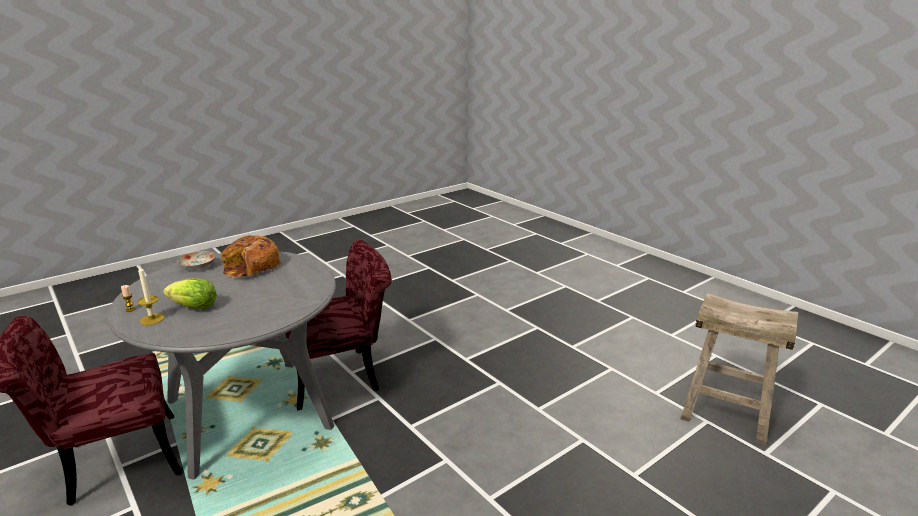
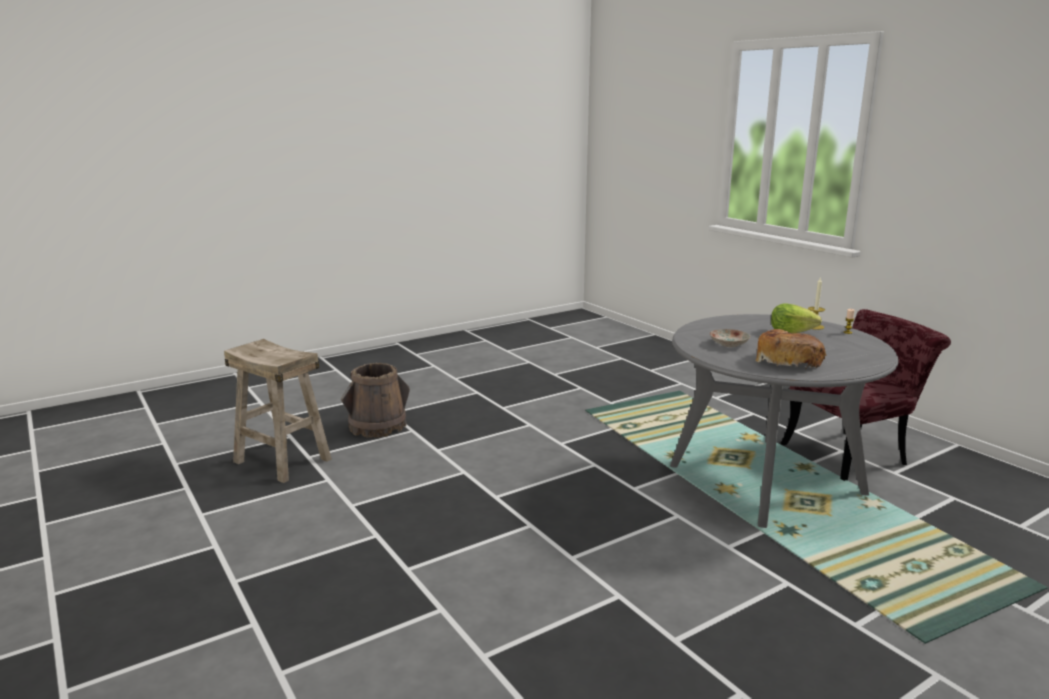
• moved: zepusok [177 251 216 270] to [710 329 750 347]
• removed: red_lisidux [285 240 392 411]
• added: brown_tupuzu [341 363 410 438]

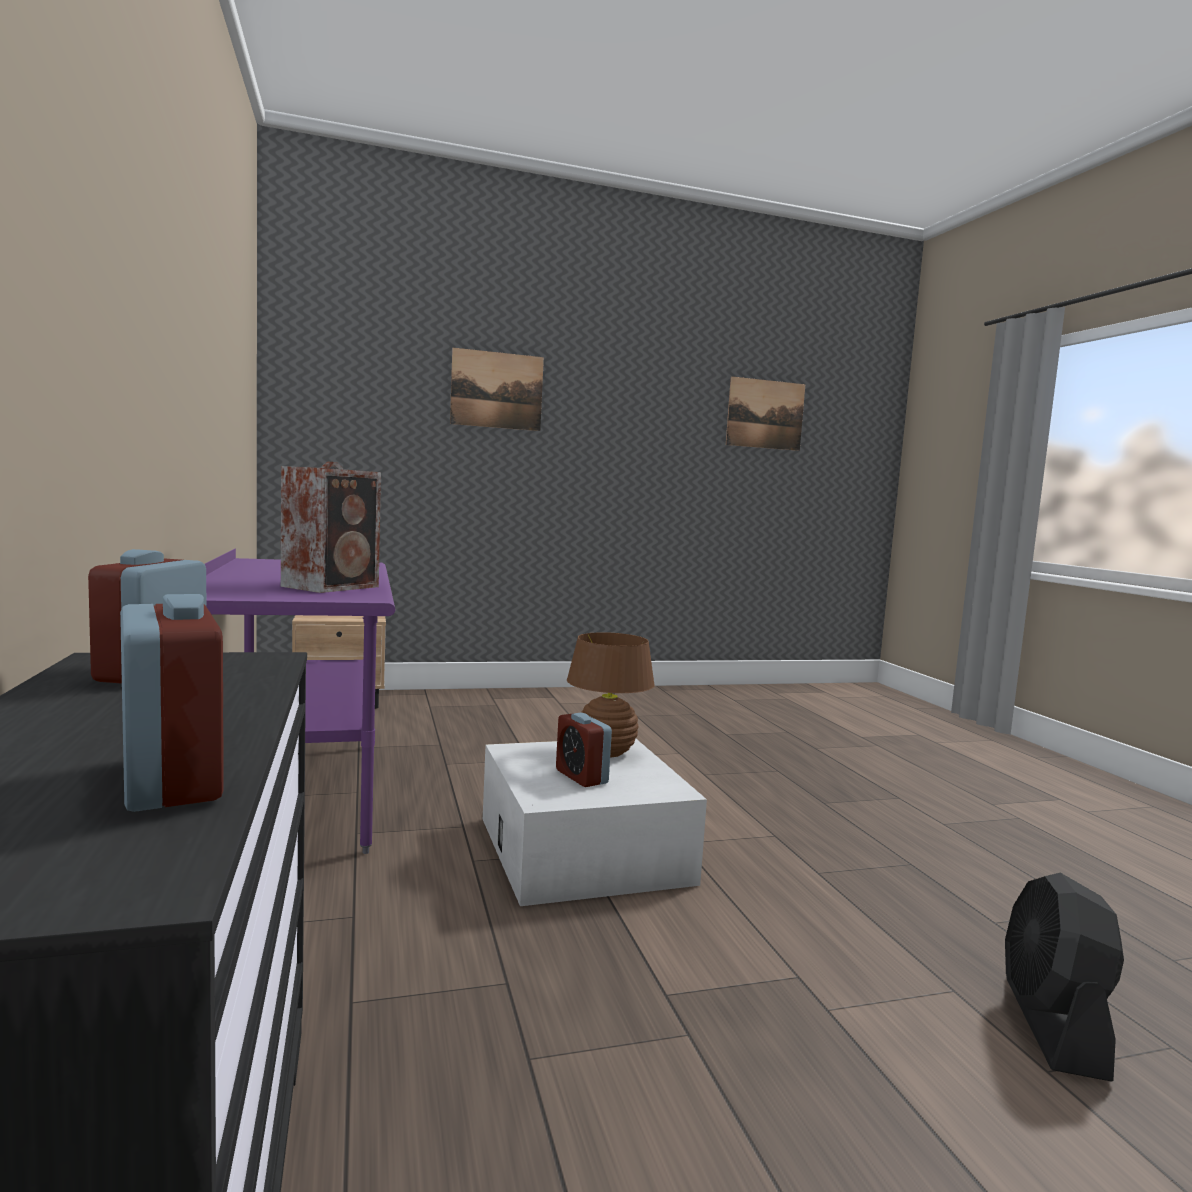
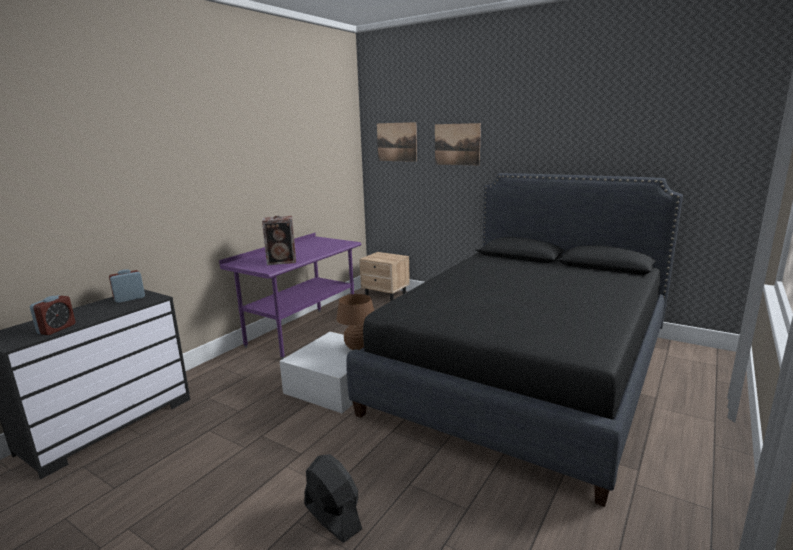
• removed: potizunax [556 713 612 787]
• moved: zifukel [726 376 806 451] to [377 122 417 162]
• turned: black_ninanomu [1005 873 1124 1081] = [304 454 362 543] 75 degrees clockwise
• added: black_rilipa [346 173 683 507]

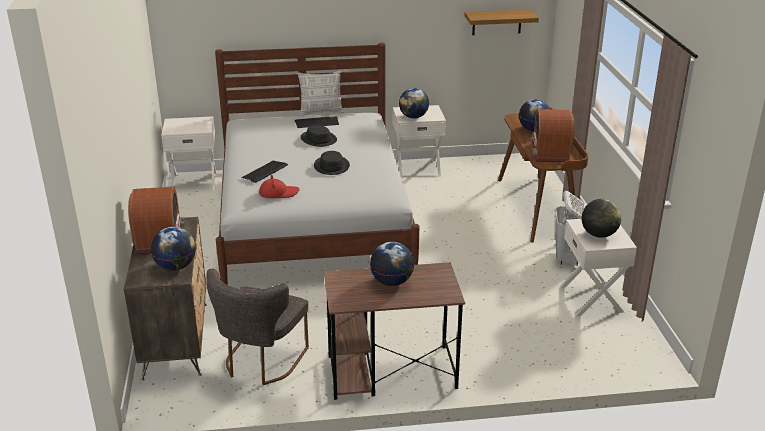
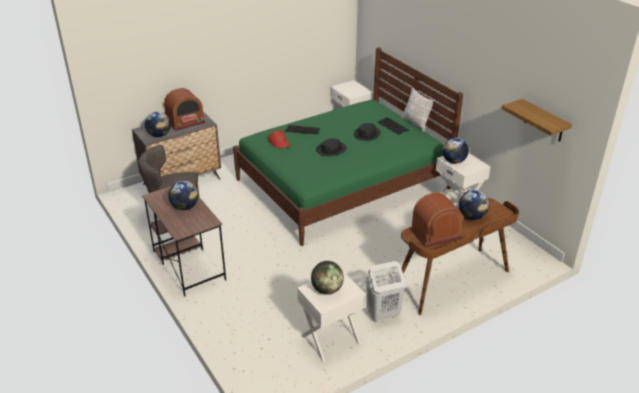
• recoloured: white_rilipa [215 42 419 285] to green_rilipa [233 47 463 246]

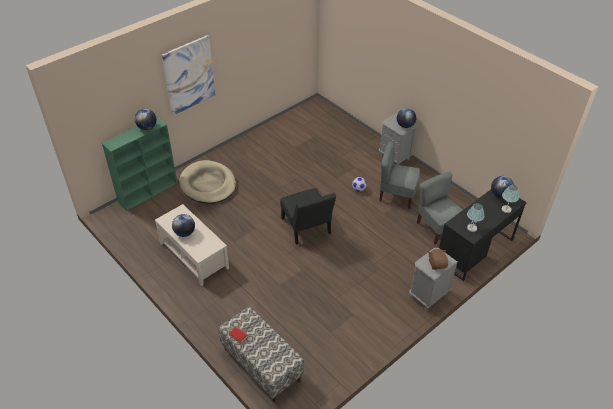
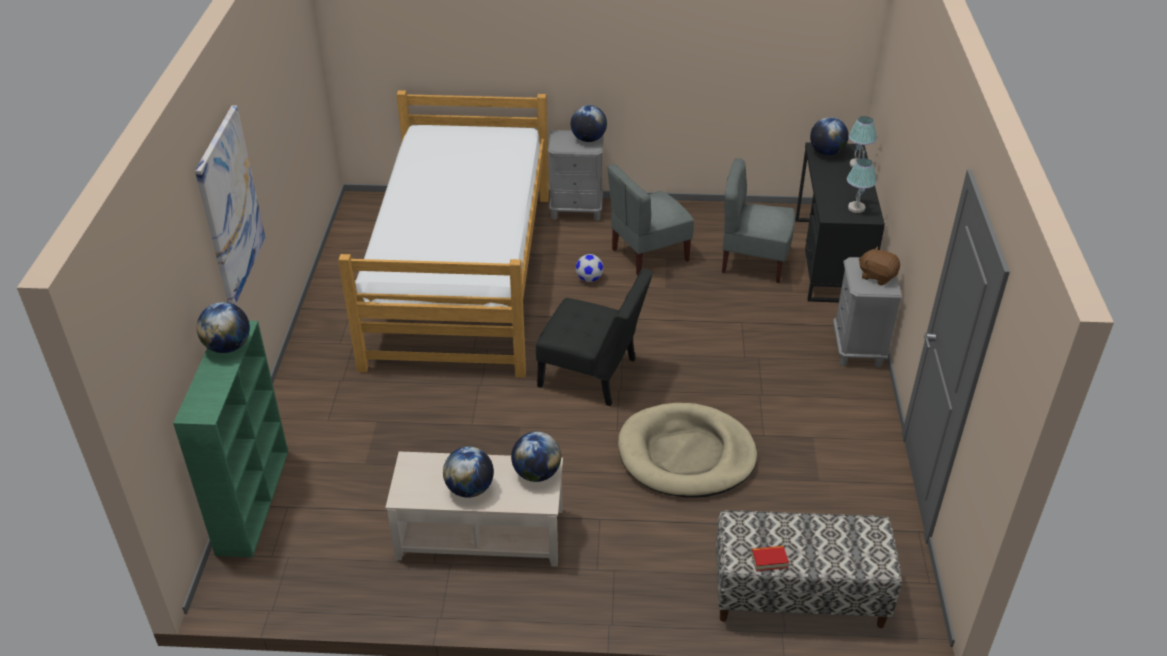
• moved: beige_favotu [179 160 236 204] to [618 403 757 497]
• added: rilipa [338 90 549 378]
• added: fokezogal [511 431 561 482]

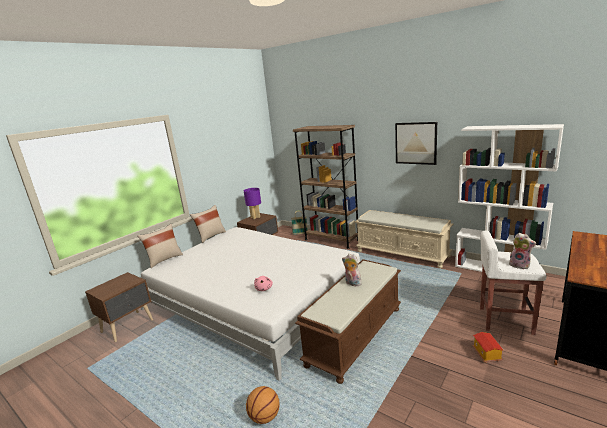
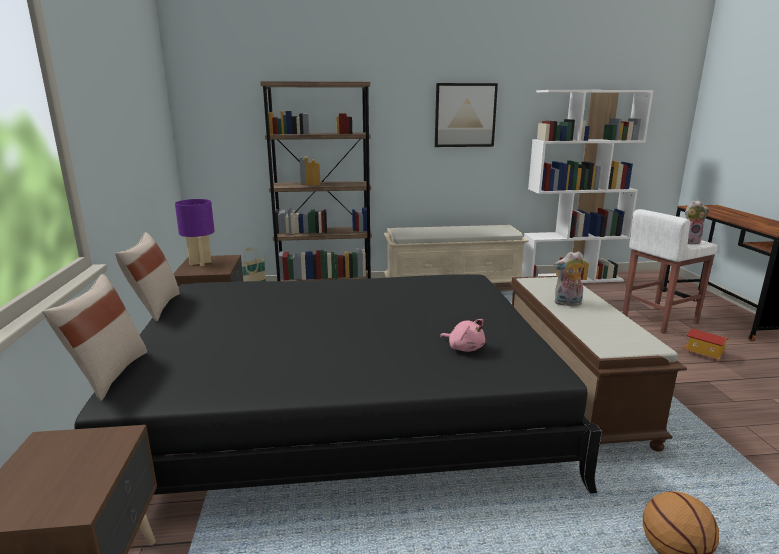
• recoloured: white_rilipa [141 227 360 381] to black_rilipa [75 274 602 495]

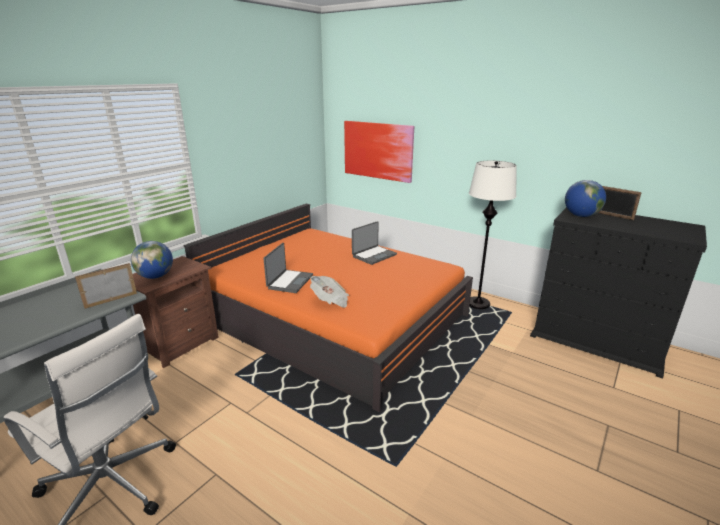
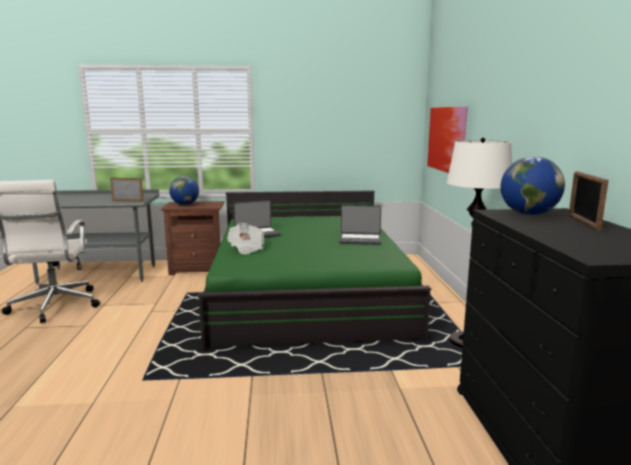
• recoloured: orange_rilipa [184 204 473 412] to green_rilipa [198 190 431 352]

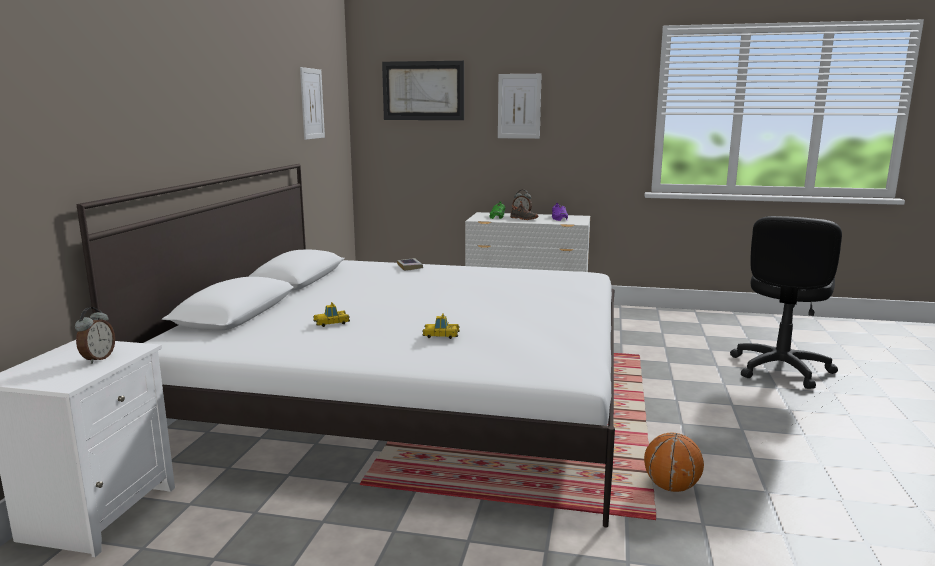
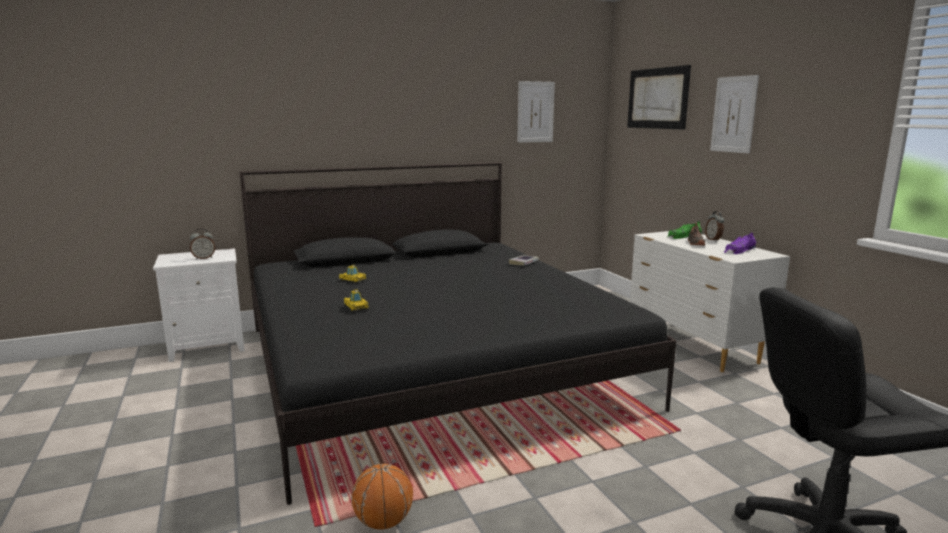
• recoloured: white_rilipa [77 164 615 527] to black_rilipa [239 162 676 505]

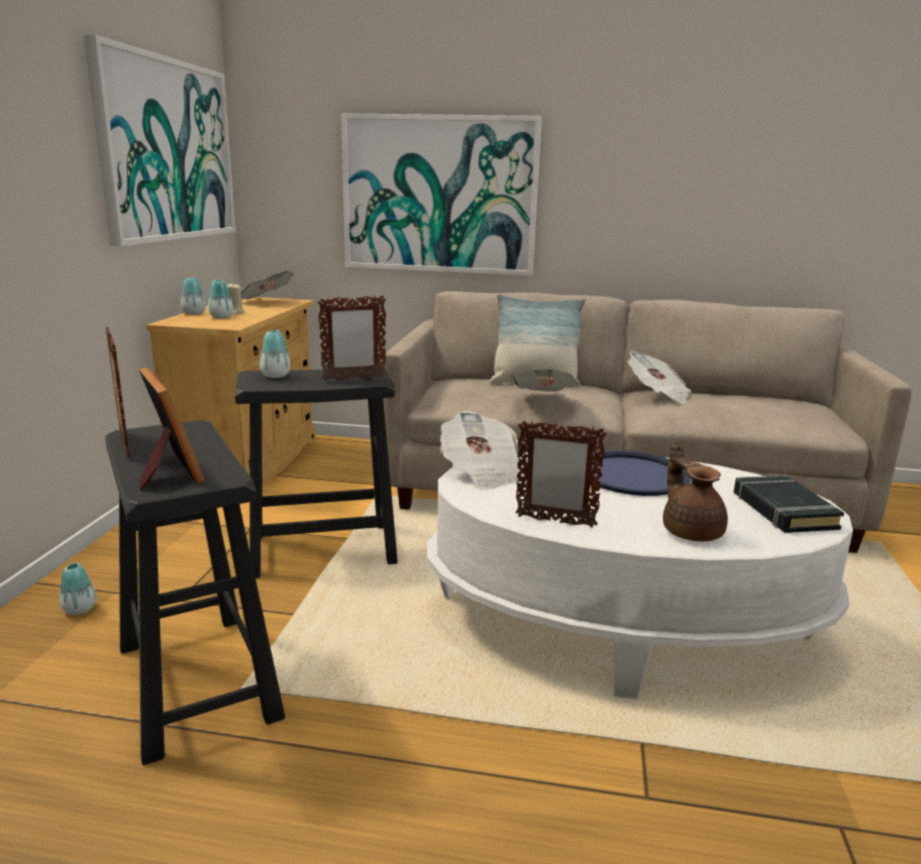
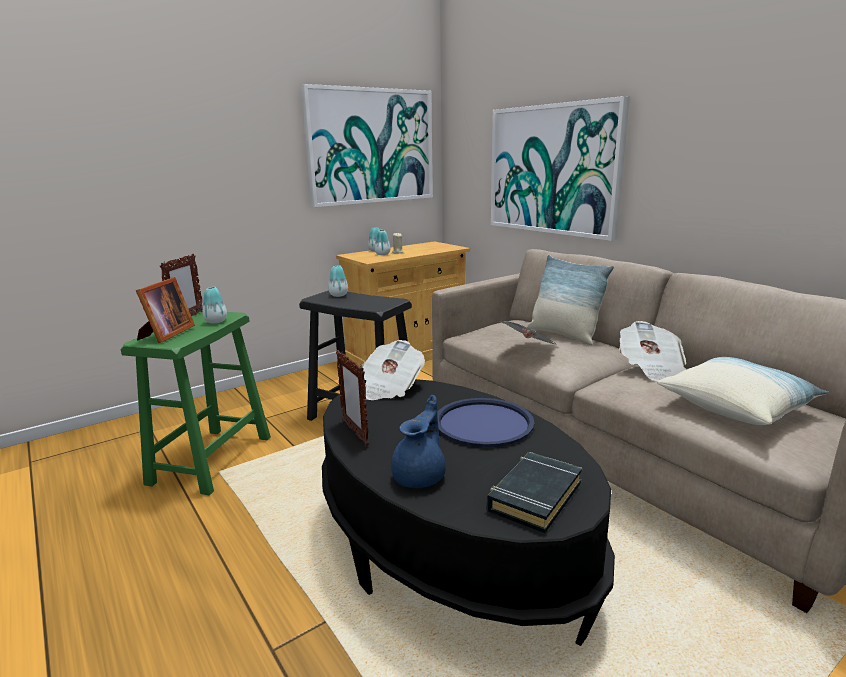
• moved: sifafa [59 563 96 615] to [203 287 227 323]
• recoloured: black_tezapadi [105 420 285 765] to green_tezapadi [121 312 271 495]
• removed: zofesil [241 271 294 299]
• removed: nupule [317 295 386 381]
• recoloured: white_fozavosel [427 452 853 699] to black_fozavosel [322 379 615 646]
• recoloured: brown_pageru [663 440 728 542] to blue_pageru [391 395 446 488]
• added: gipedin [657 357 829 425]

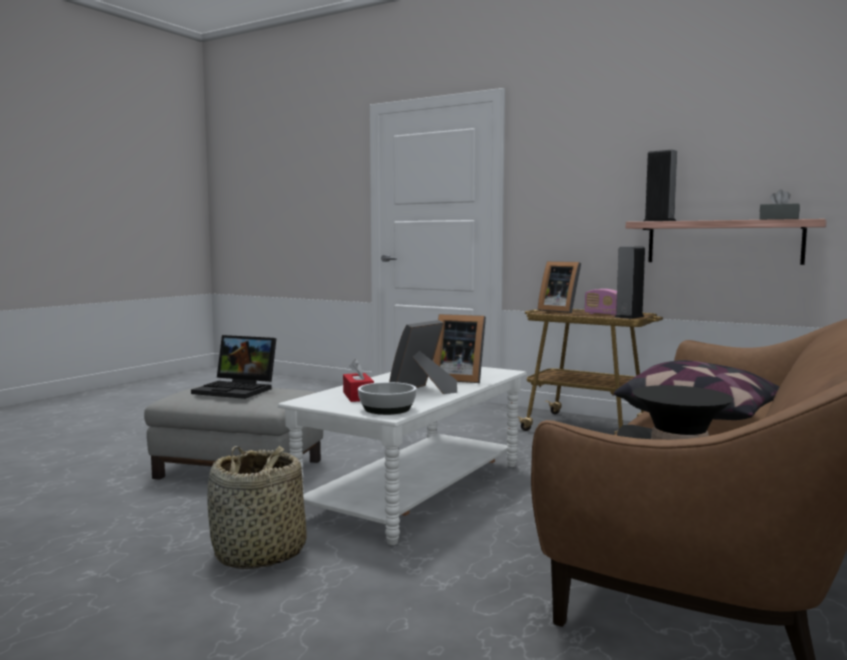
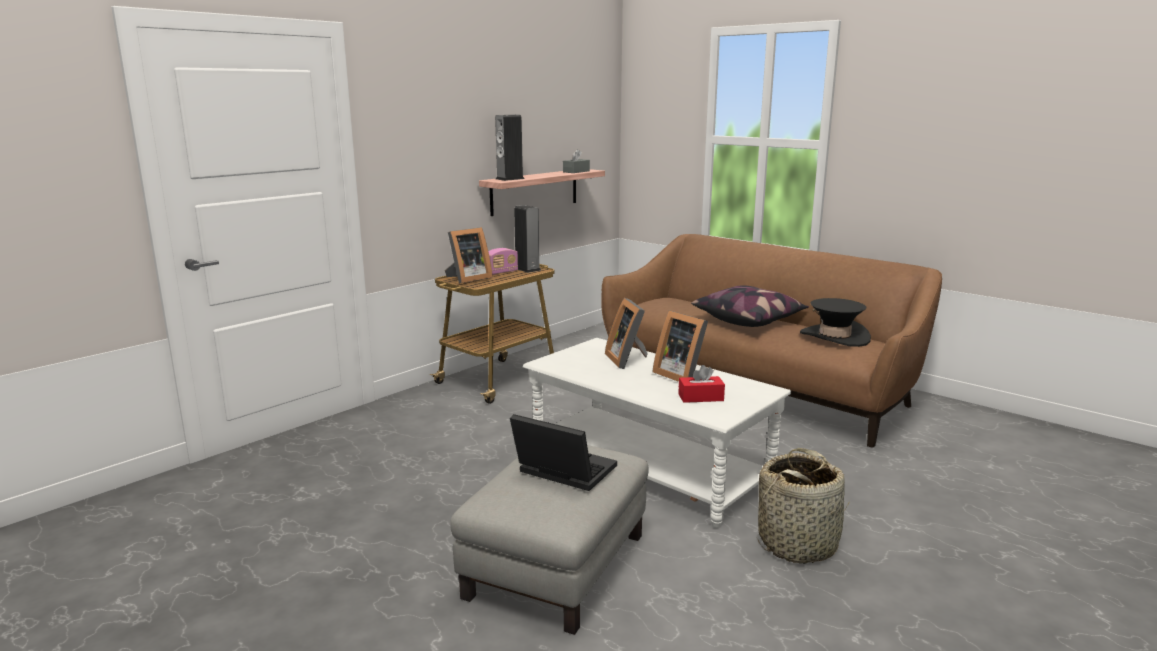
• turned: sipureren [191 335 276 399] = [510 414 617 491] 90 degrees counterclockwise
• removed: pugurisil [358 382 417 415]
• turned: nupule [433 314 486 383] = [605 298 648 369] 135 degrees clockwise

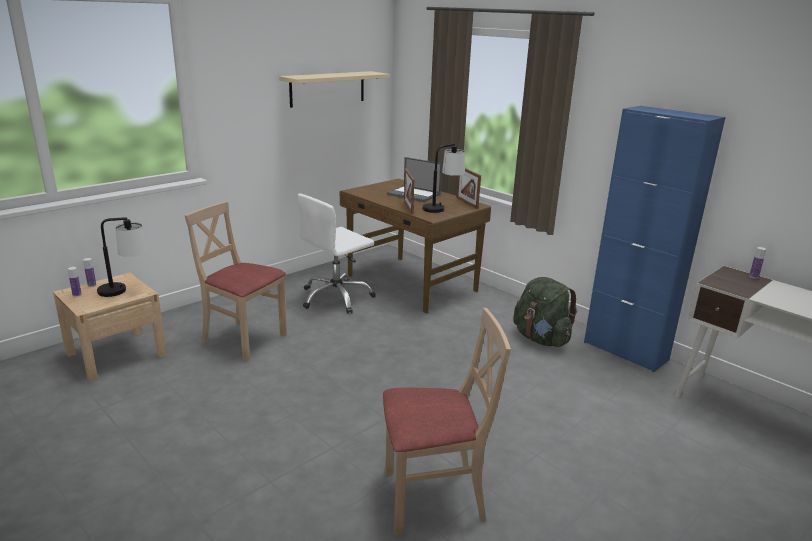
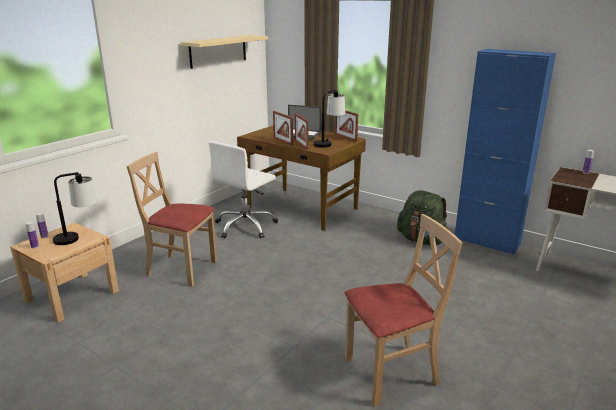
• added: nupule [273 111 293 146]

